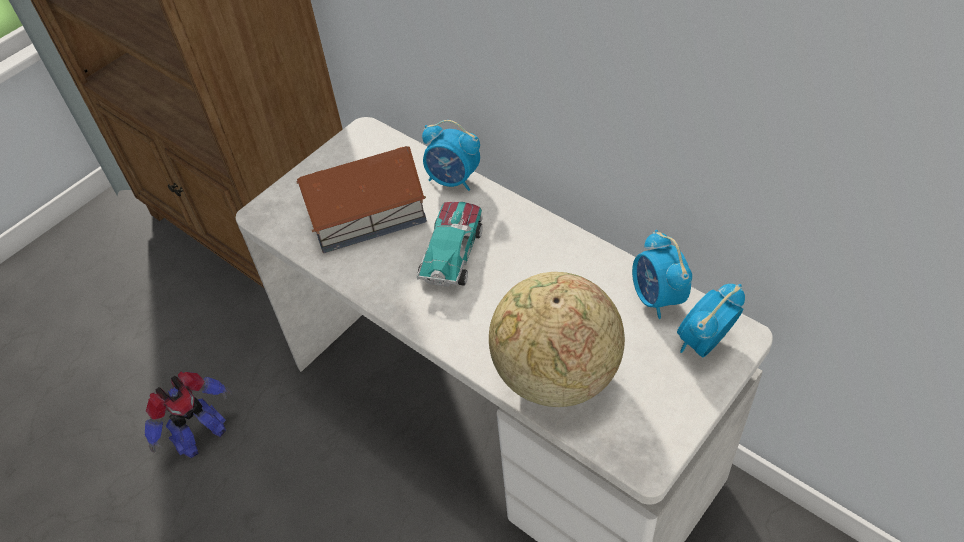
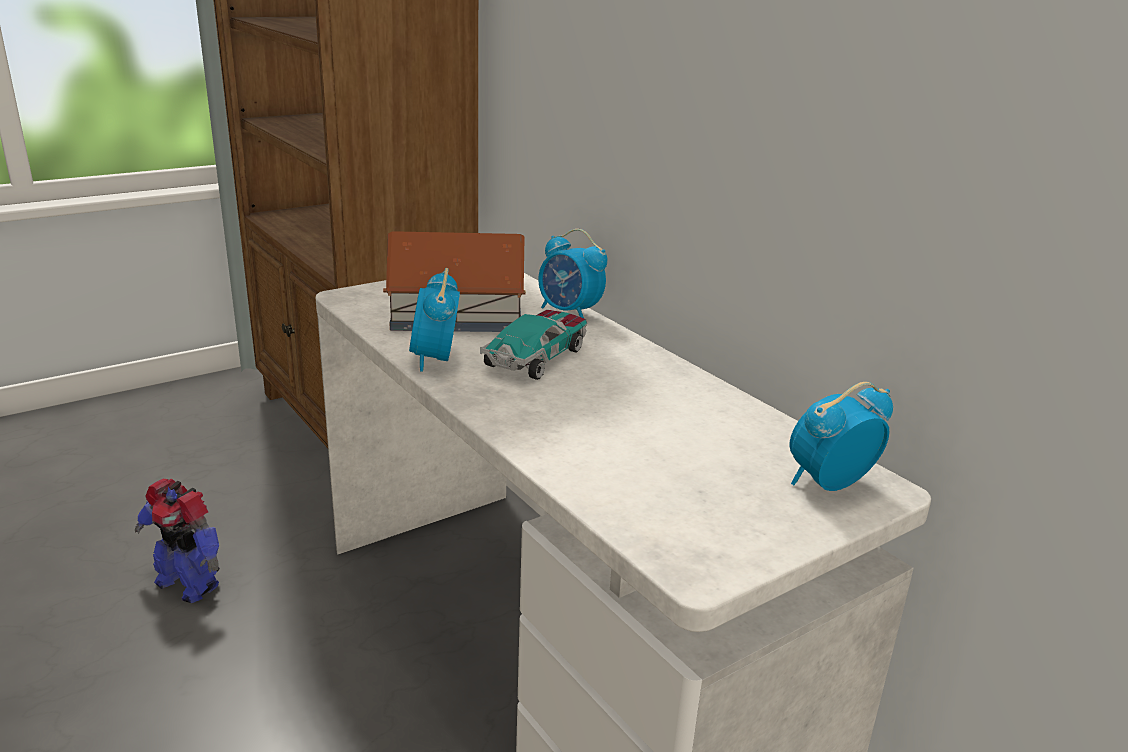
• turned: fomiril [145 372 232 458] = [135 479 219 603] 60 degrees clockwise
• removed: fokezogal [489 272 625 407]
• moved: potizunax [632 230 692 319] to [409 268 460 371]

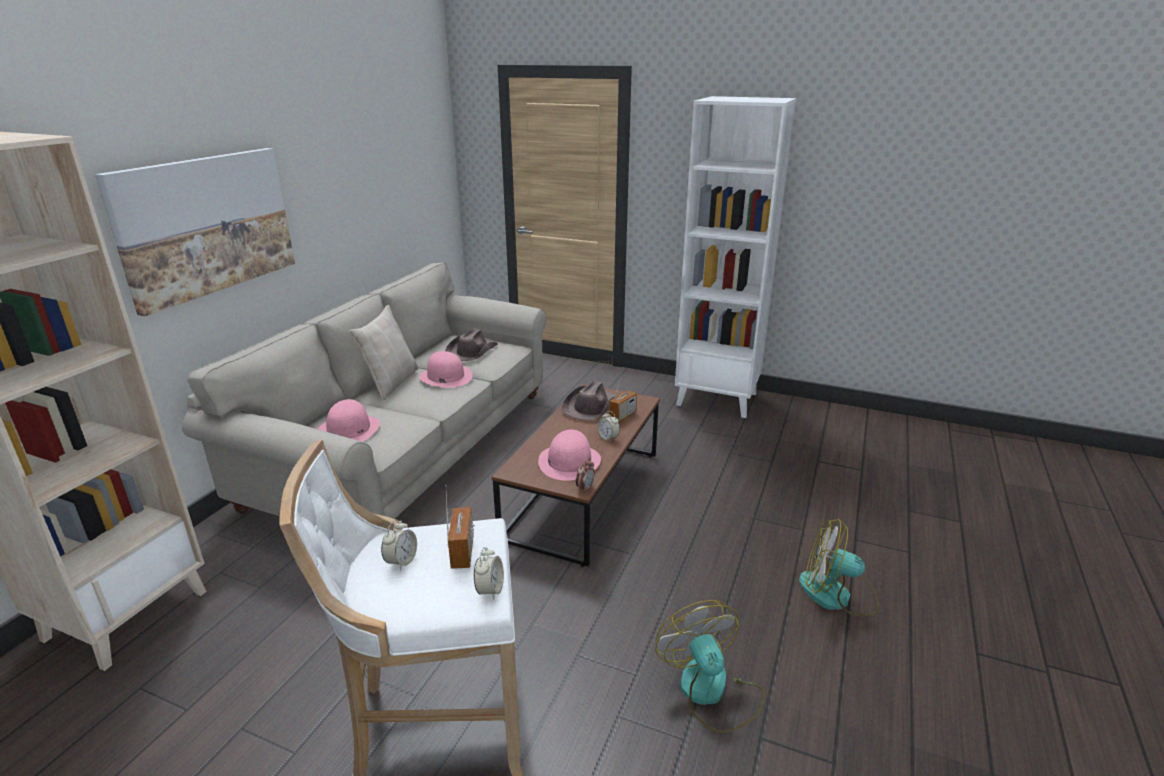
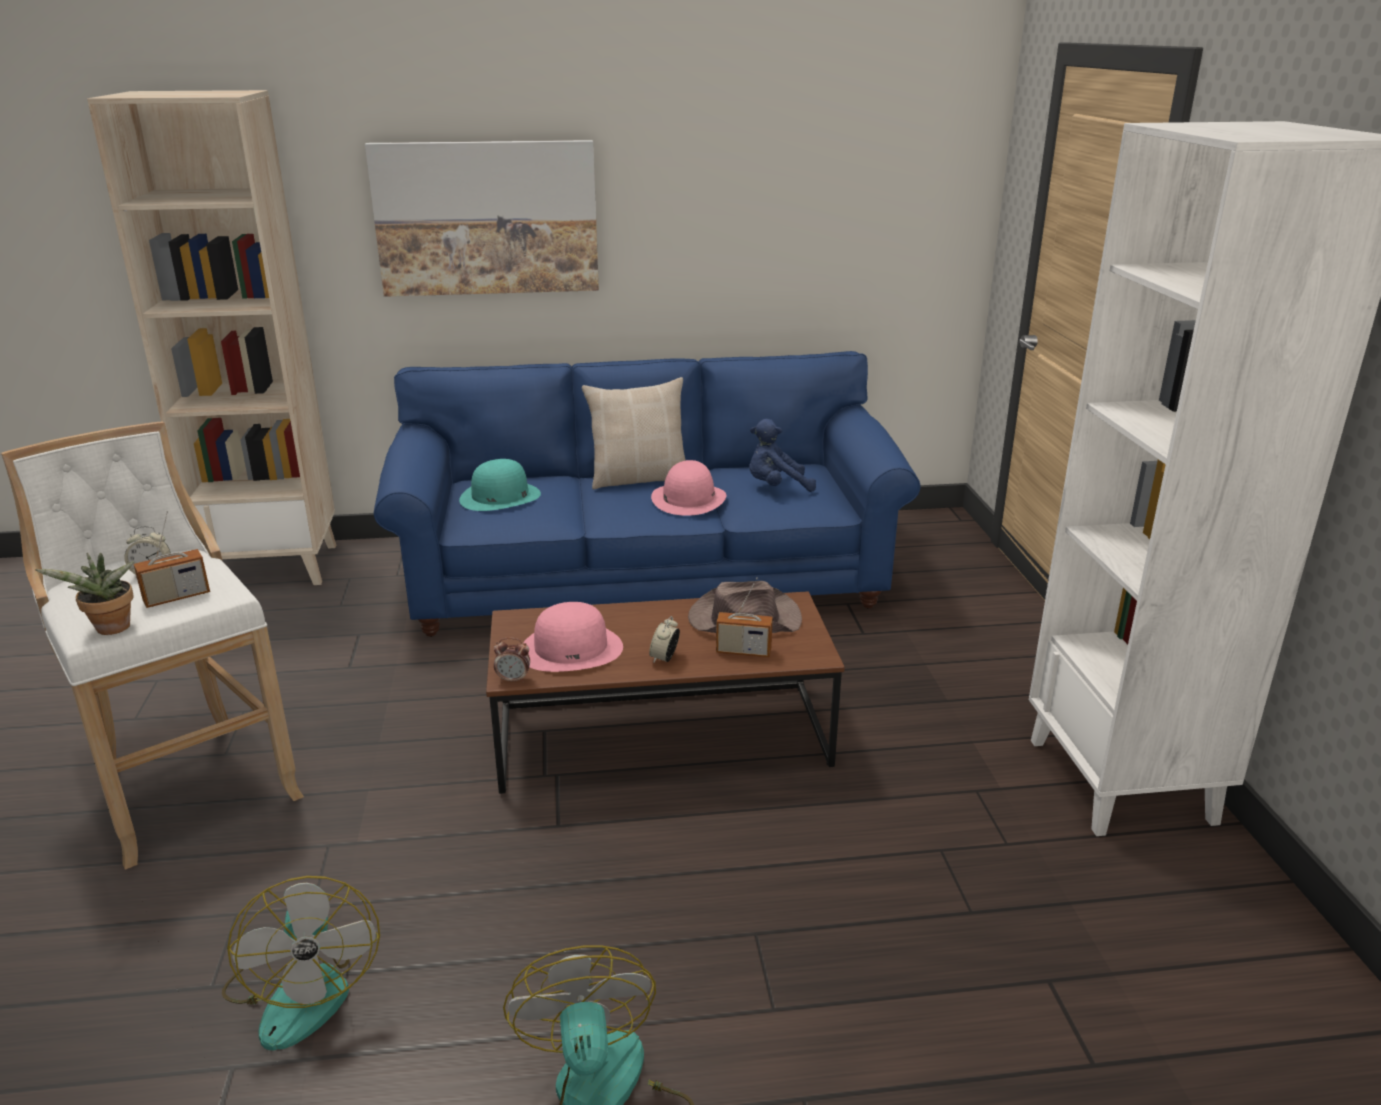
• recoloured: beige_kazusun [182 262 547 519] to blue_kazusun [374 351 920 637]
• recoloured: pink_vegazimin [318 399 380 442] to turquoise_vegazimin [459 459 541 511]
• replaced: brown_vegazimin [445 328 498 361] to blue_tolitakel [749 419 816 492]
• replaced: potizunax [474 547 504 600] to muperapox [34 553 135 635]
• turned: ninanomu [655 600 765 733] = [222 876 380 1051] 120 degrees clockwise

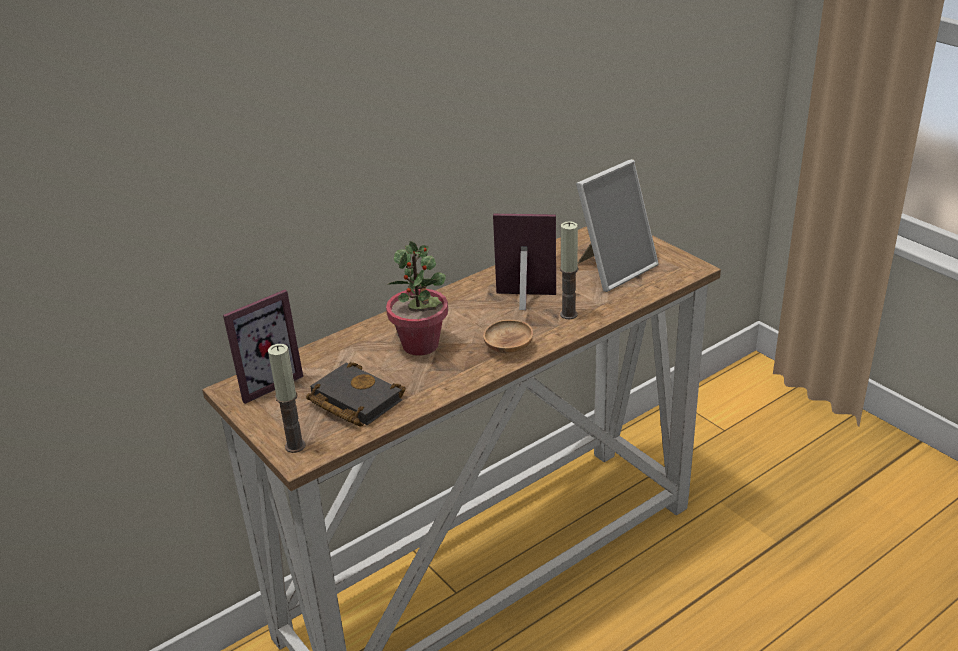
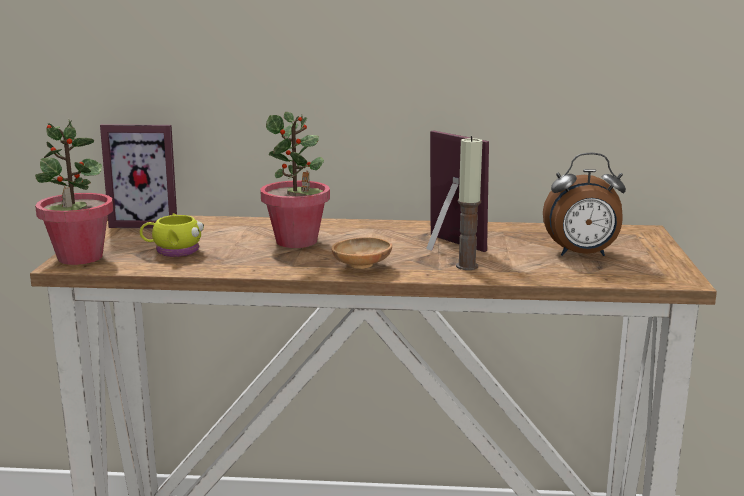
• replaced: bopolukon [268 344 306 453] to muperapox [35 118 113 265]
• replaced: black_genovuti [306 362 406 427] to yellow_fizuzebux [140 213 204 257]
• replaced: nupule [576 159 659 292] to potizunax [543 153 626 256]

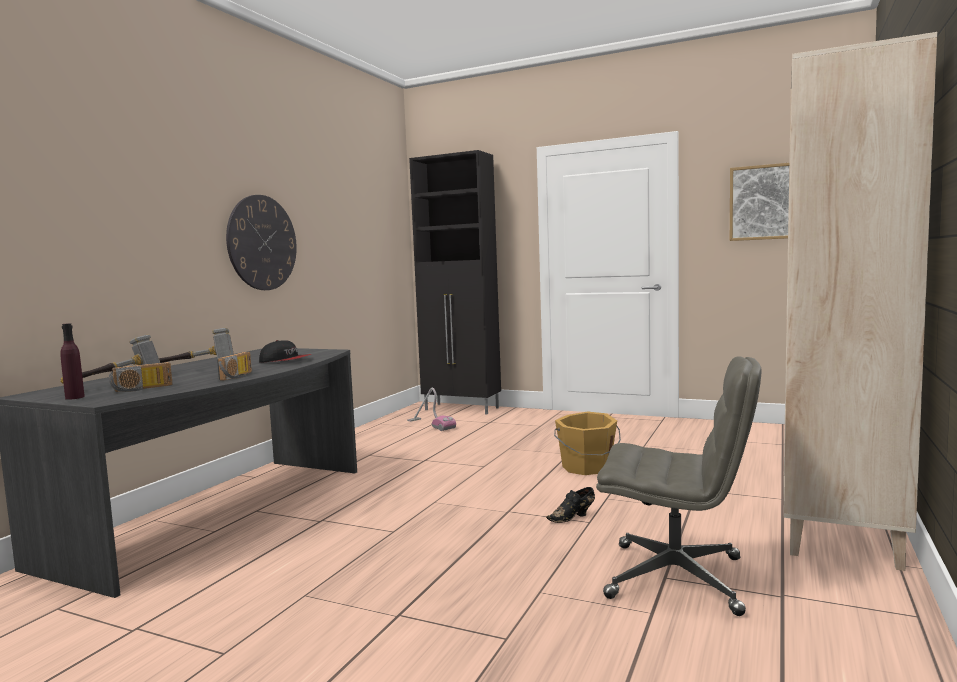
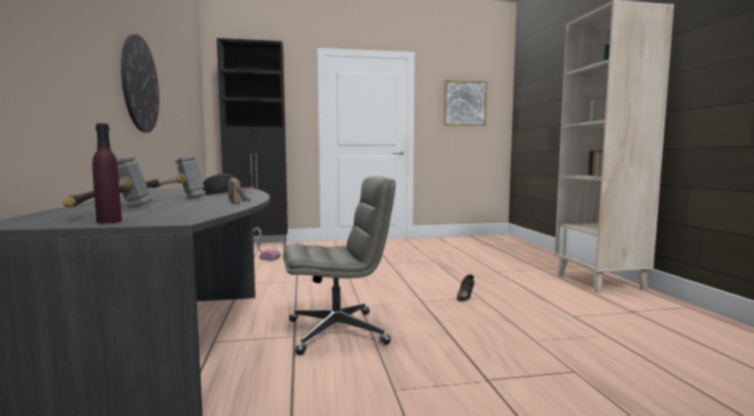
• removed: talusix [109 362 173 392]
• removed: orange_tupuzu [554 411 621 475]
• moved: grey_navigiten [596 356 761 616] to [283 176 396 355]

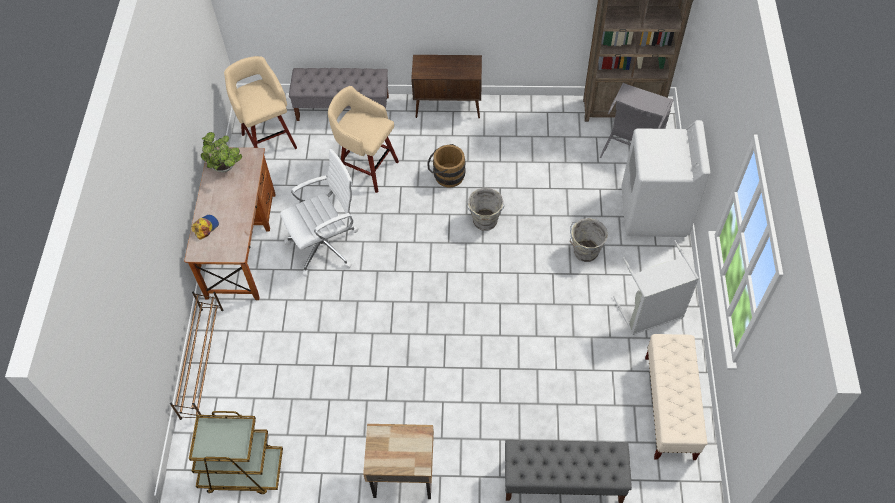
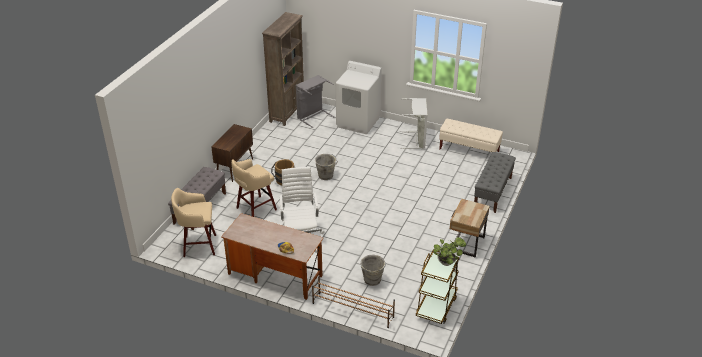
• moved: muperapox [201 132 242 172] to [433 237 466 266]
• moved: grey_tupuzu [570 218 608 262] to [360 254 386 286]

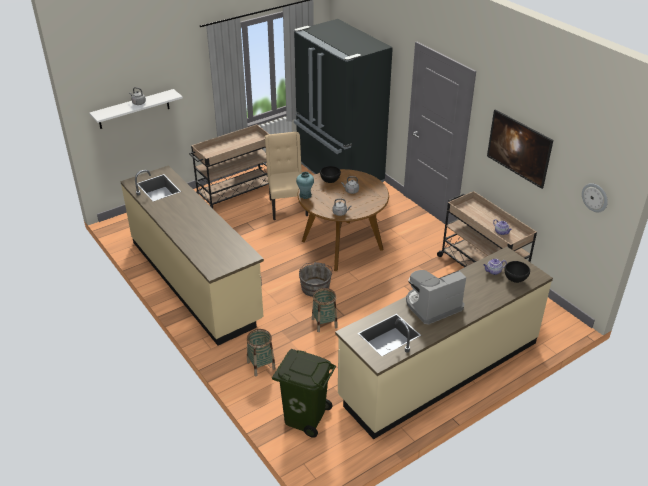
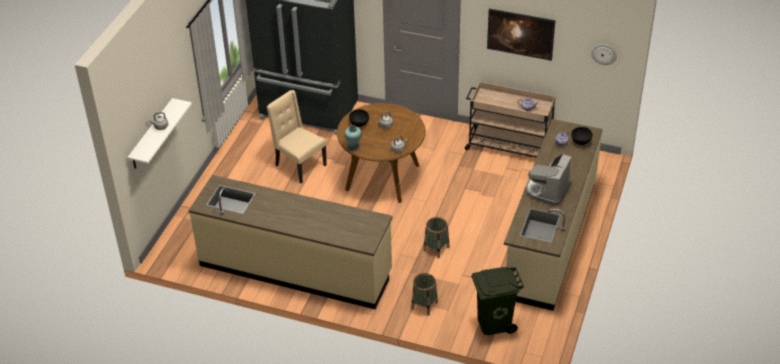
• removed: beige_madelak [189 124 269 208]
• removed: grey_tupuzu [299 262 332 297]

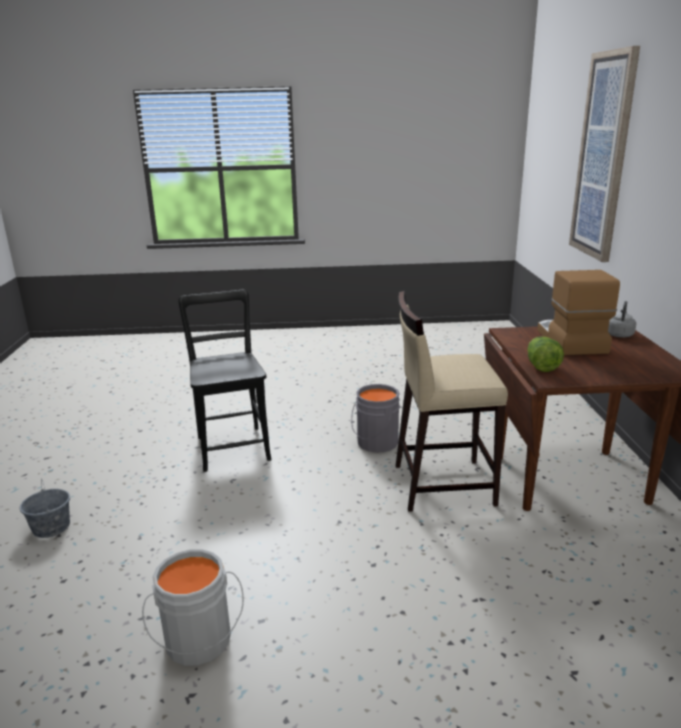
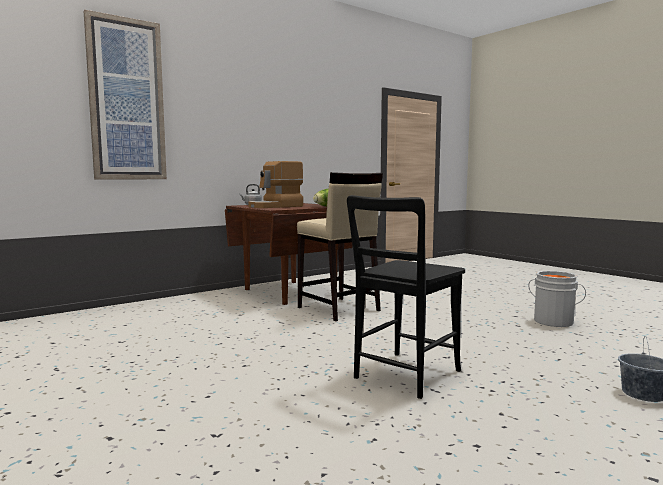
• removed: grey_tupuzu [351 384 400 453]

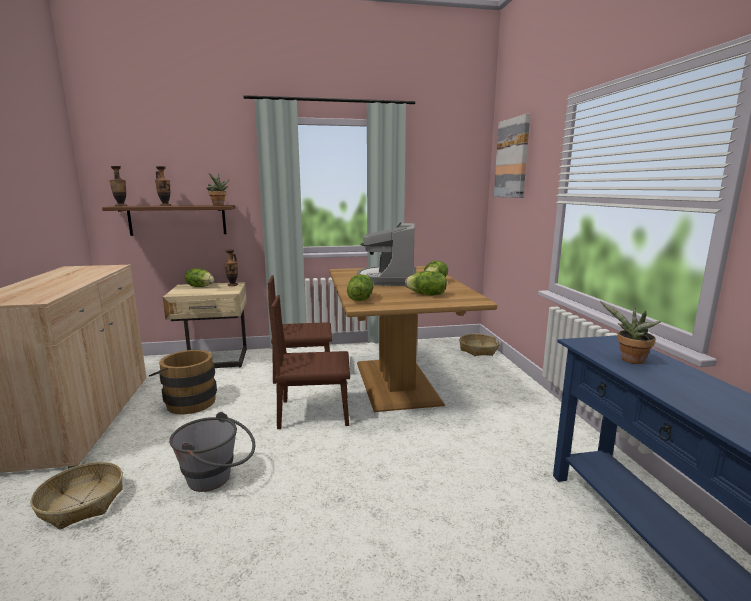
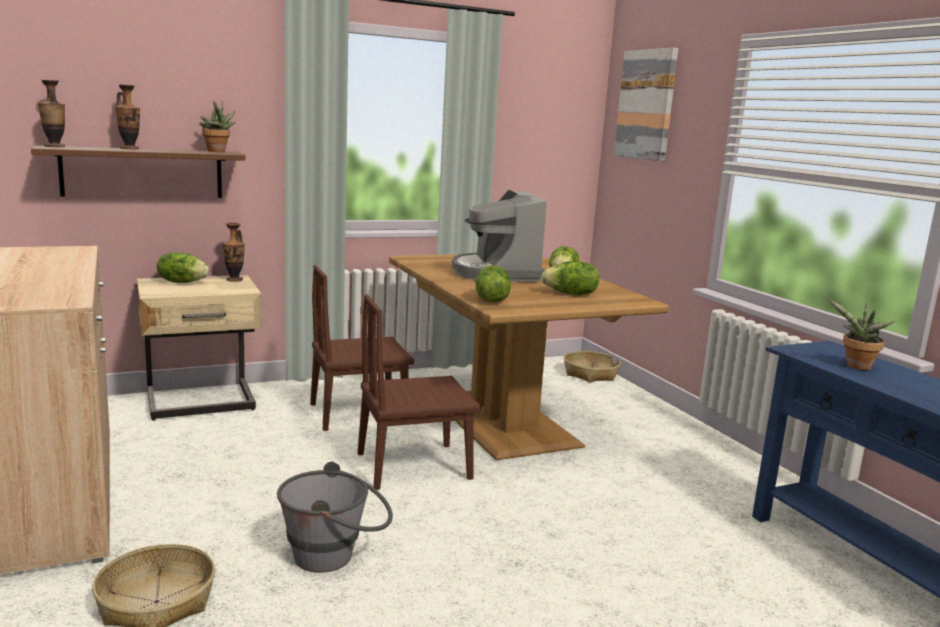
• removed: brown_tupuzu [149 350 217 415]

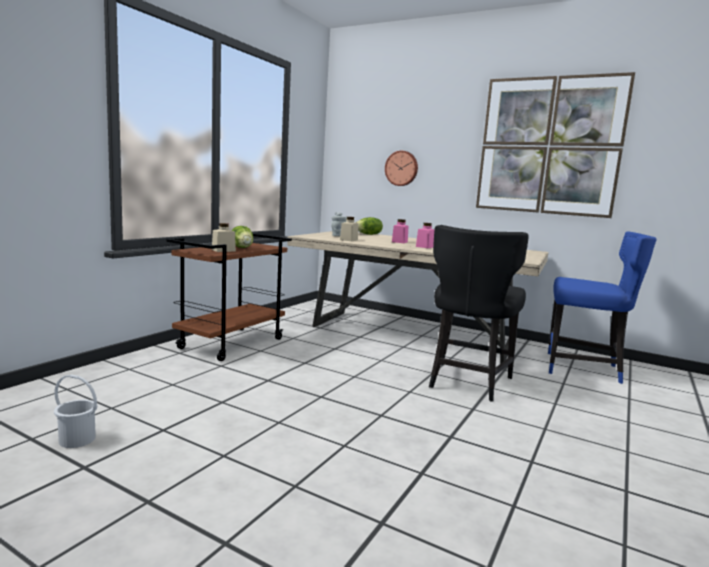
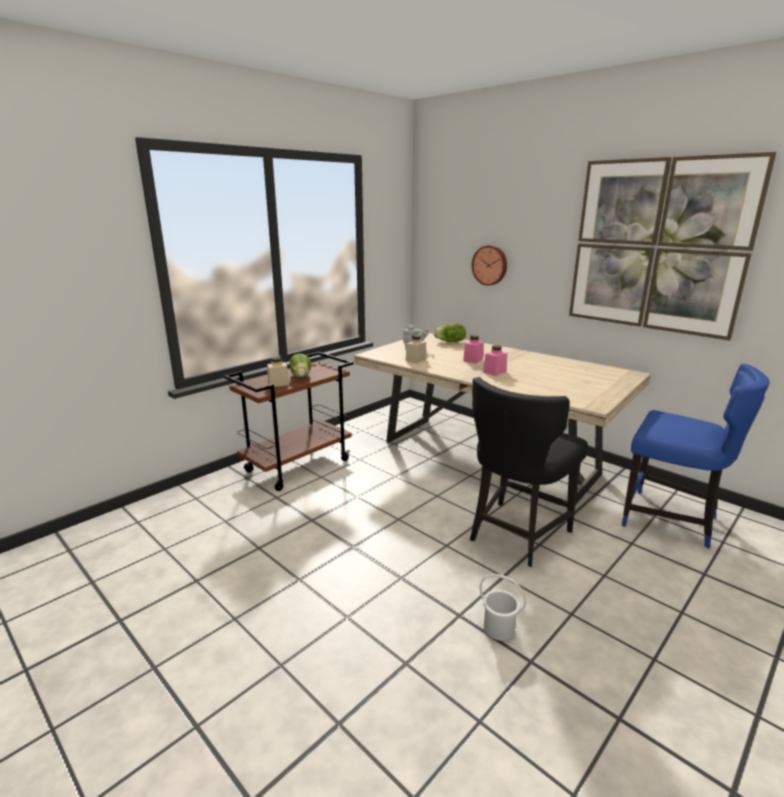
• moved: white_tupuzu [54 375 97 448] to [479 574 526 641]

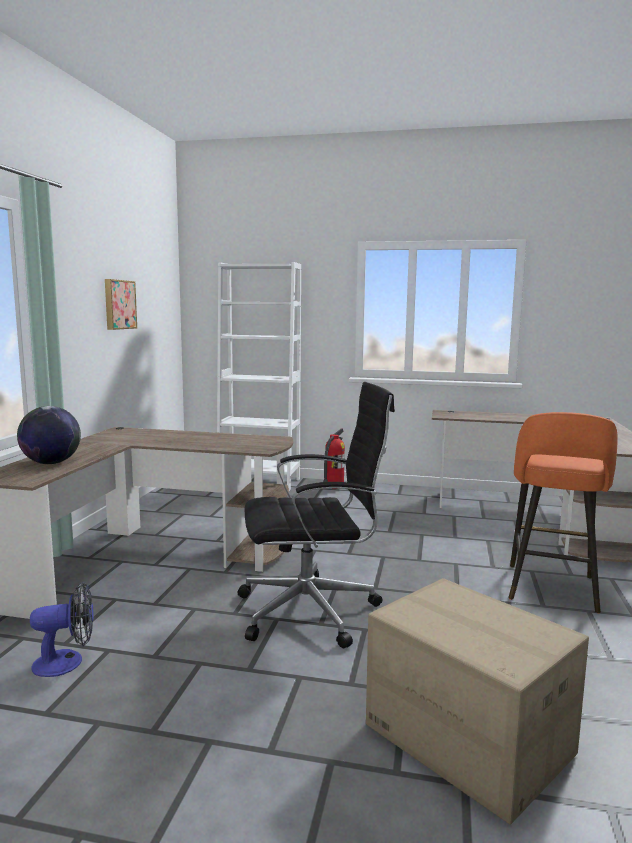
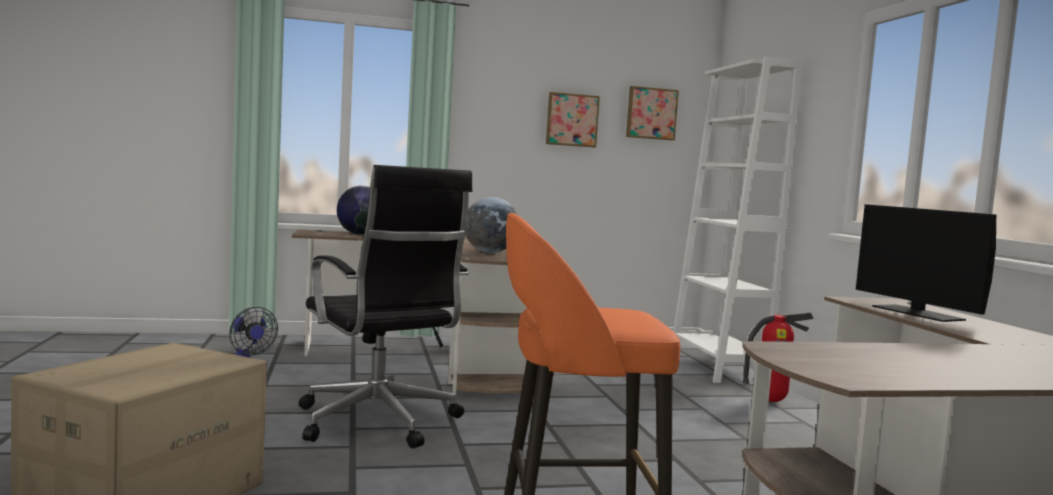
• added: fokezogal [466 197 518 253]
• added: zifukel [626 86 679 140]
• added: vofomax [856 204 996 322]

